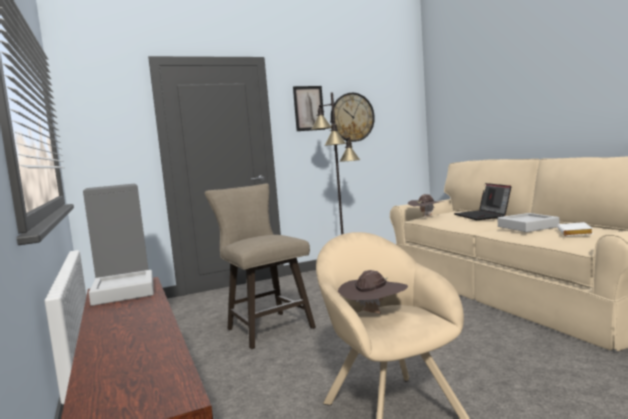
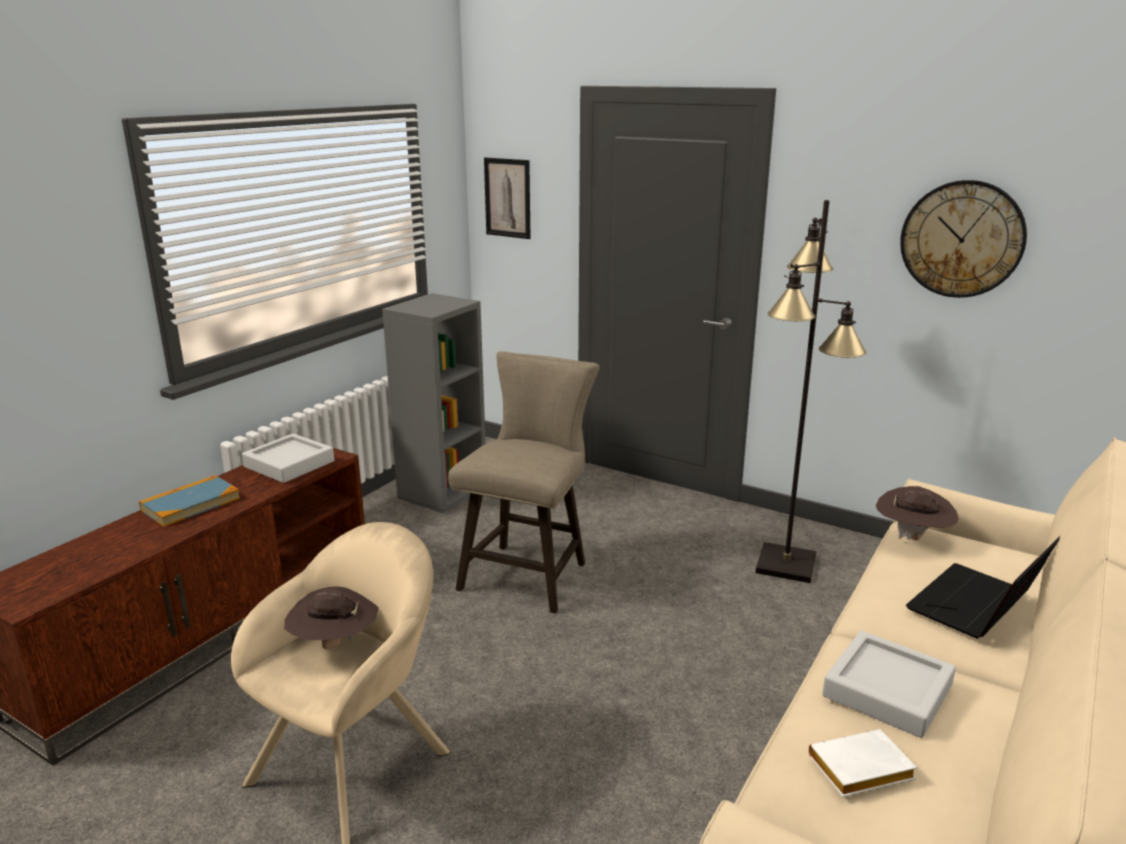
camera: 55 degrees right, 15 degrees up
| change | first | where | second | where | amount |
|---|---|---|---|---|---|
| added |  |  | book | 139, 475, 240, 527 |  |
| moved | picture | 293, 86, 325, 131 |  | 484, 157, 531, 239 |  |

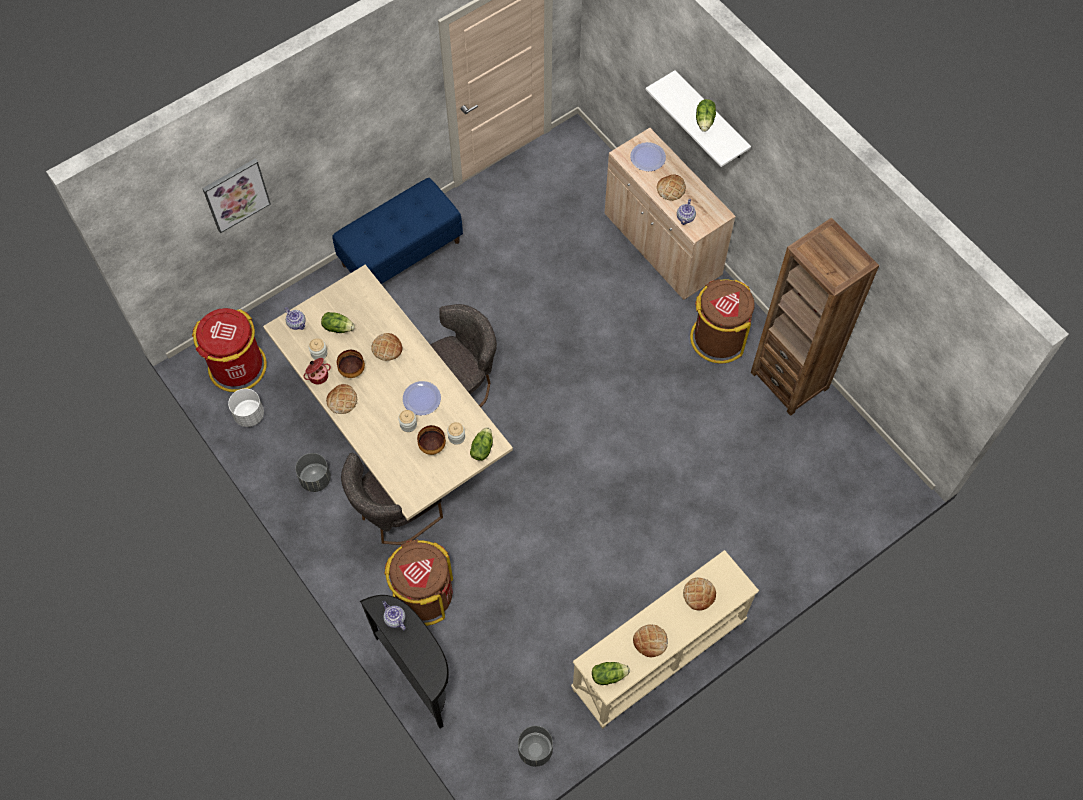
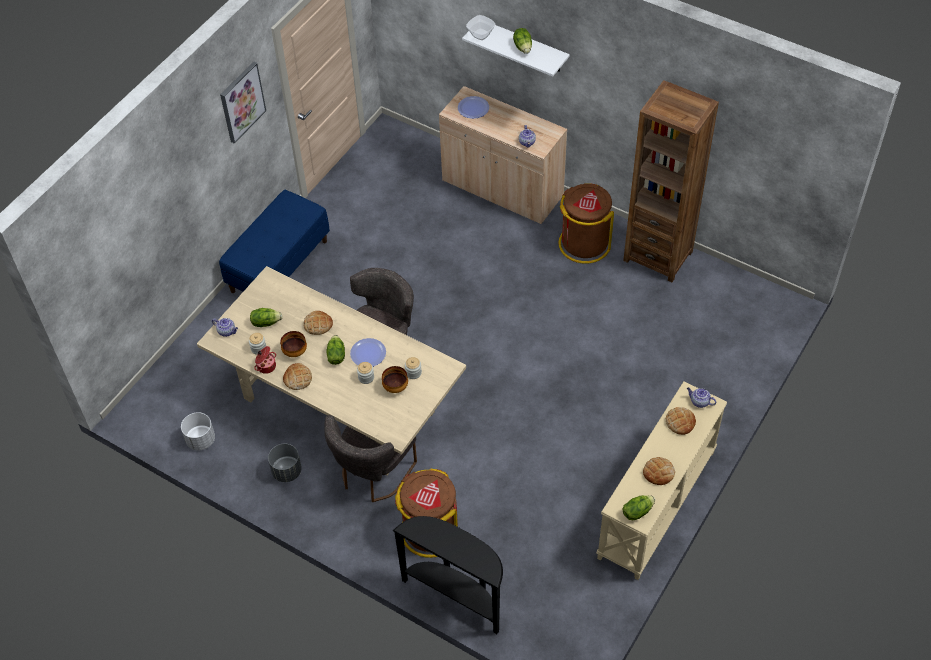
camera: 20 degrees left, 10 degrees down
| change | first | where | second | where | amount |
|---|---|---|---|---|---|
| moved | picture | 202, 159, 271, 233 |  | 220, 62, 266, 144 |  |
| moved | head of lettuce | 470, 427, 493, 461 |  | 326, 335, 345, 365 |  |
| added |  |  | serving bowl | 466, 15, 496, 40 |  |
| moved | tea pot | 382, 601, 406, 630 |  | 687, 387, 716, 408 |  |
| removed | red-coloured waste bin | 192, 308, 267, 392 |  |  |  |
| removed | greyish plant pot | 518, 726, 553, 767 |  |  |  |
| removed | baked bread | 657, 175, 686, 201 |  |  |  |

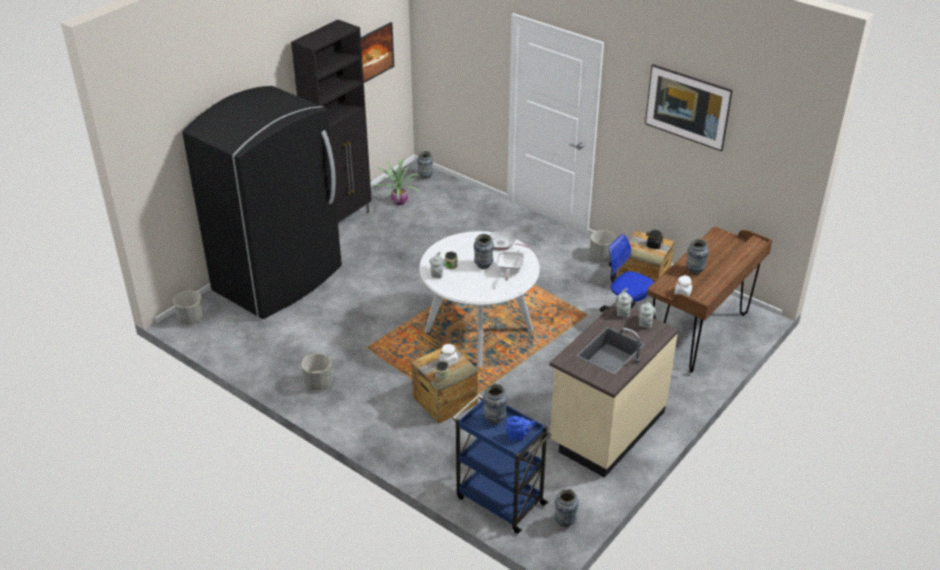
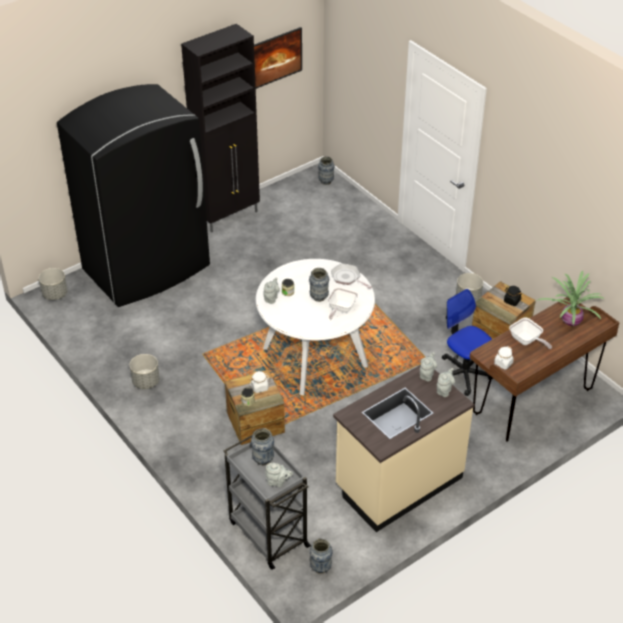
camera: 15 degrees right, 5 degrees up
| change | first | where | second | where | amount |
|---|---|---|---|---|---|
| recoloured | blue-coloured wheeled cart | 452, 394, 552, 534 | greyish wheeled cart | 224, 435, 311, 570 |  |
| recoloured | blue-coloured tea pot | 506, 416, 536, 441 | greyish tea pot | 265, 463, 293, 487 |  |
| replaced | vase | 686, 238, 709, 274 | frying pan | 509, 318, 552, 349 |  |
| moved | potted plant | 371, 158, 420, 205 |  | 536, 271, 605, 326 |  |
| removed | picture | 645, 64, 733, 151 |  |  |  |

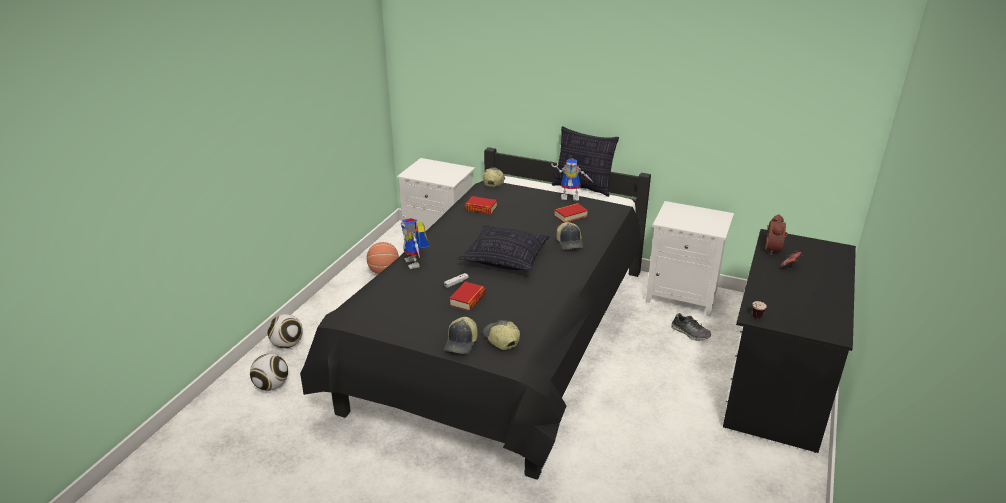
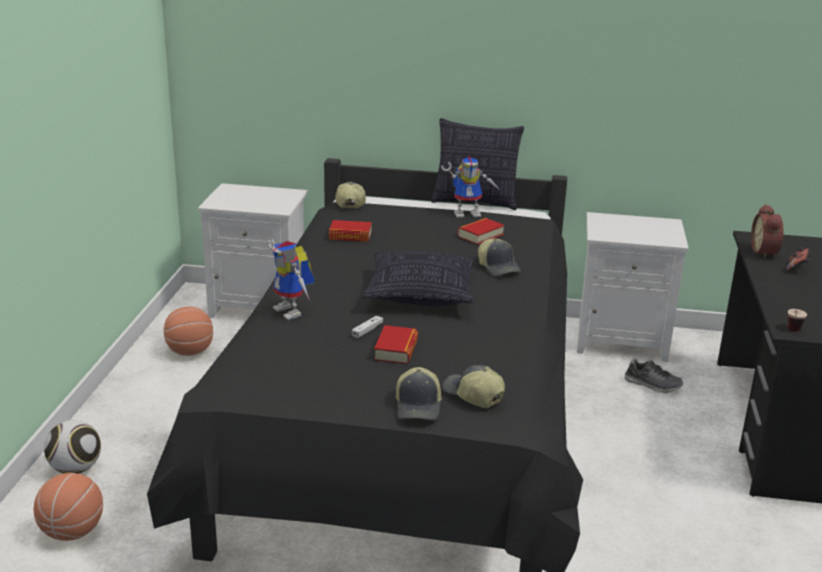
camera: 15 degrees left, 5 degrees down
| change | first | where | second | where | amount |
|---|---|---|---|---|---|
| replaced | football | 250, 354, 288, 391 | basketball | 34, 473, 103, 541 |  |

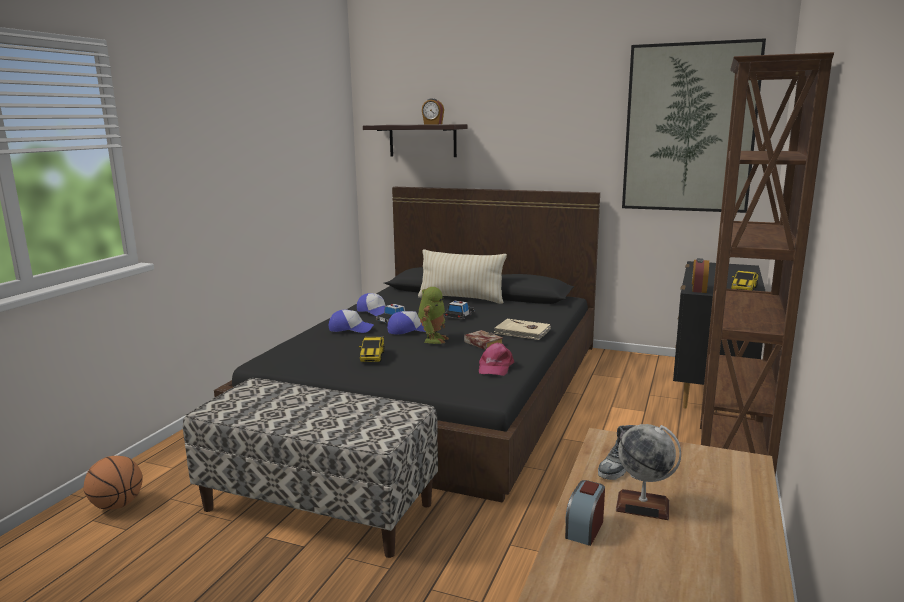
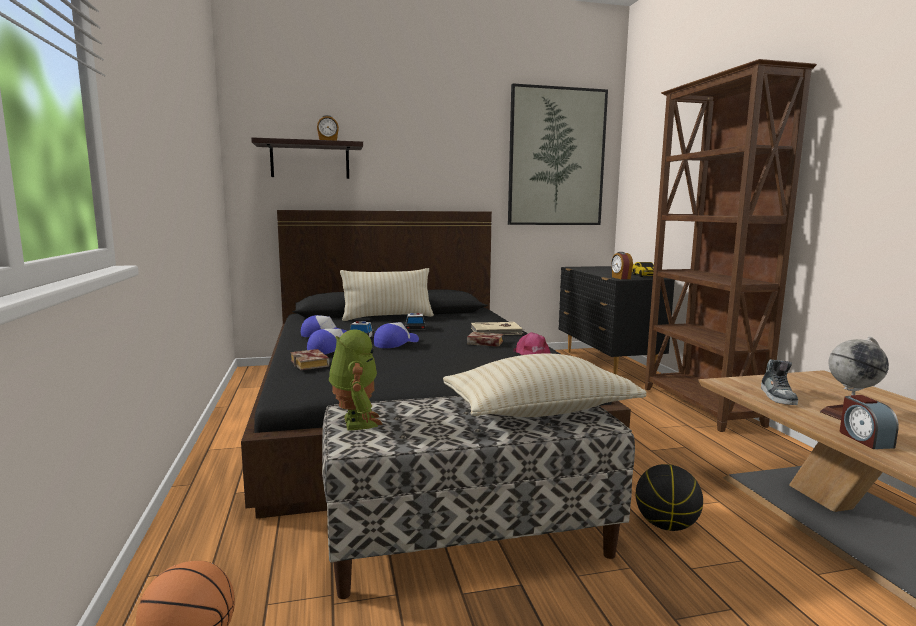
camera: 35 degrees left, 5 degrees down
| change | first | where | second | where | amount |
|---|---|---|---|---|---|
| added |  |  | book | 290, 349, 330, 370 |  |
| moved | model robot | 418, 287, 449, 344 |  | 329, 330, 383, 431 |  |
| added |  |  | beige cushion | 443, 353, 647, 417 |  |
| added |  |  | basketball | 636, 464, 703, 531 |  |
| removed | toy car | 359, 337, 385, 362 |  |  |  |

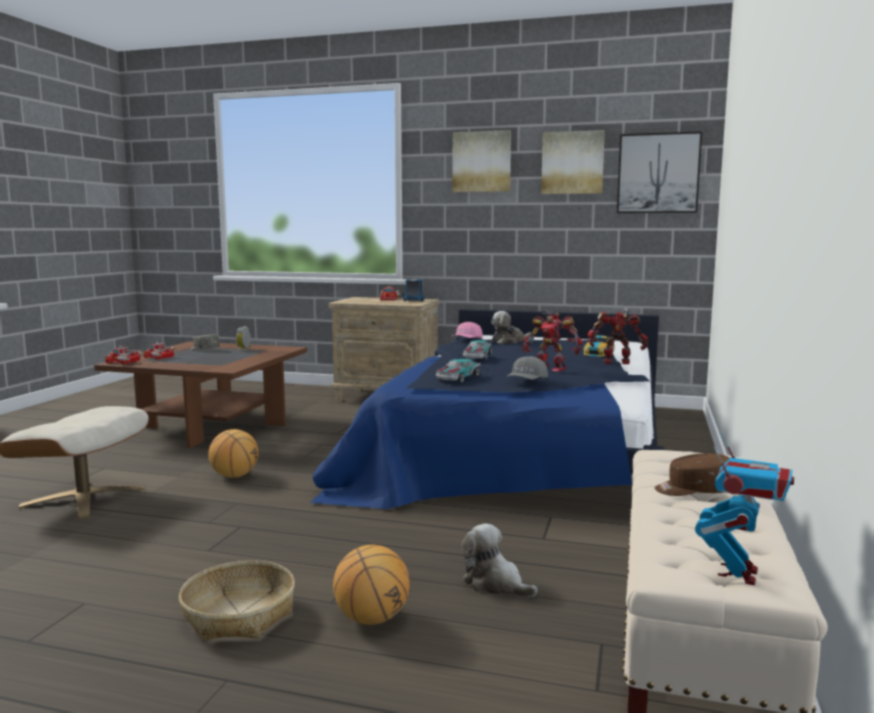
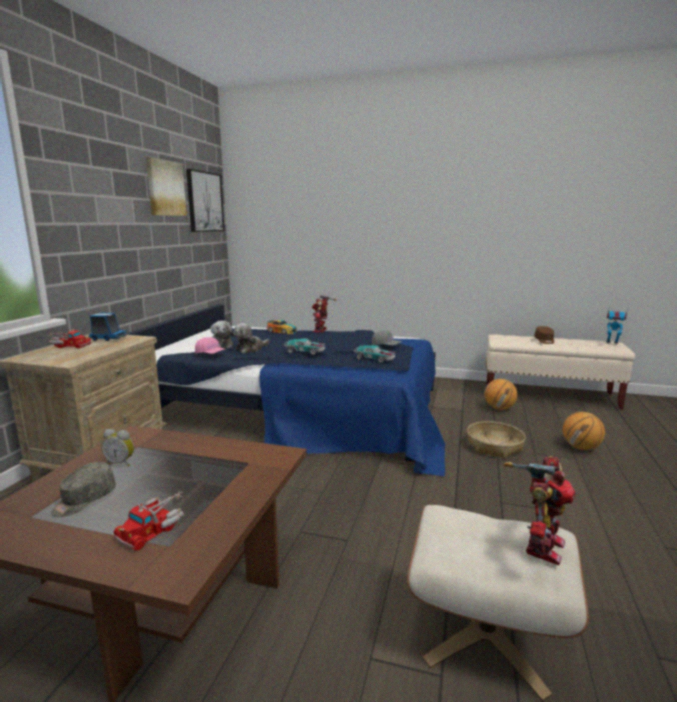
camera: 90 degrees left, 5 degrees up
| change | first | where | second | where | amount |
|---|---|---|---|---|---|
| moved | plush toy | 461, 523, 538, 598 |  | 234, 323, 269, 353 |  |
| moved | storage basket | 179, 561, 295, 640 |  | 467, 421, 525, 459 |  |
| moved | basketball | 208, 429, 259, 478 |  | 485, 379, 518, 410 |  |
| moved | model robot | 522, 310, 583, 372 |  | 503, 456, 575, 565 |  |
| removed | toy truck | 105, 345, 144, 364 |  |  |  |
| removed | picture | 452, 130, 511, 192 |  |  |  |

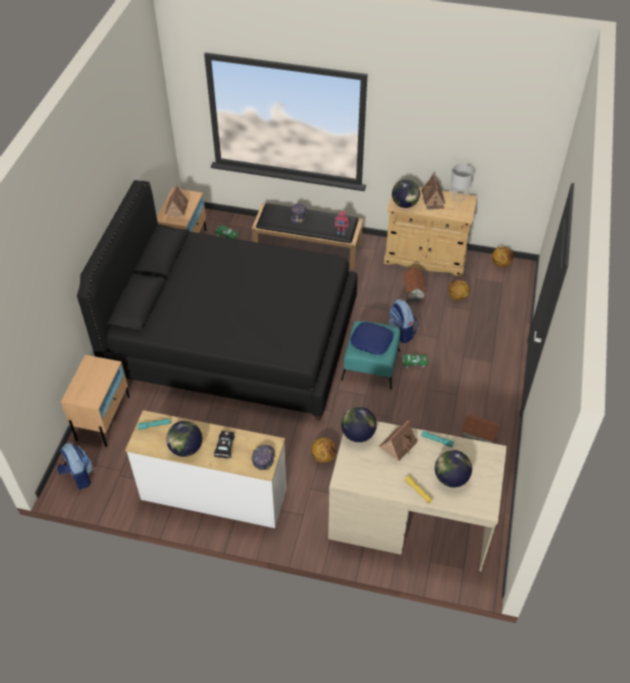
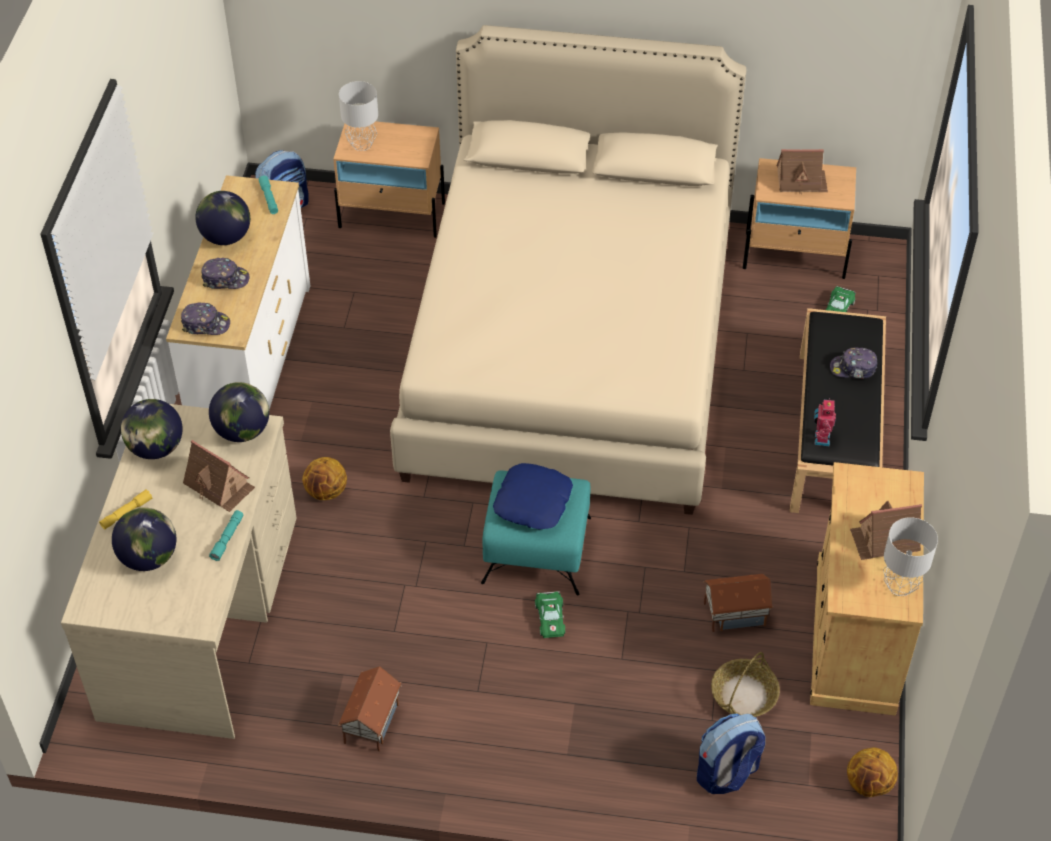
camera: 85 degrees right, 0 degrees up
| change | first | where | second | where | amount |
|---|---|---|---|---|---|
| moved | desk globe | 392, 180, 420, 208 |  | 121, 399, 183, 459 |  |
| replaced | black-coloured toy car | 214, 431, 235, 459 | peaked cap | 201, 258, 249, 289 |  |
| added |  |  | greyish tabletop lamp | 339, 81, 378, 151 |  |
| recoloured | black-coloured sleeping bed | 77, 180, 358, 421 | beige sleeping bed | 390, 25, 746, 515 |  |
| moved | backpack | 388, 299, 418, 343 |  | 697, 713, 765, 794 |  |
| replaced | basketball | 448, 280, 470, 301 | storage basket | 711, 652, 780, 717 |  |

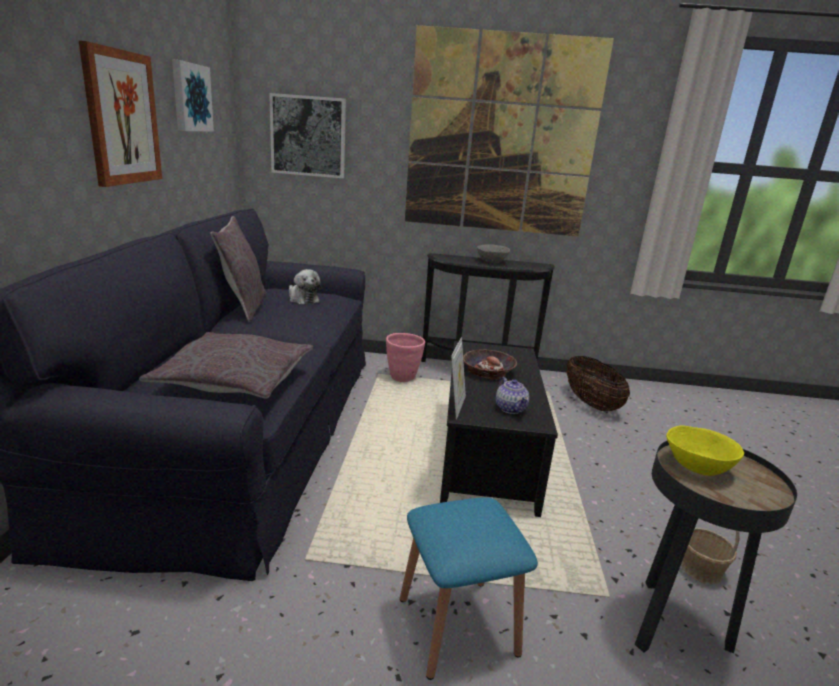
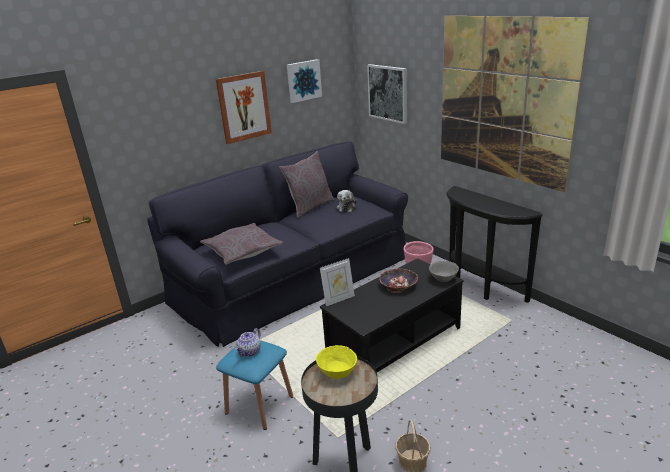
camera: 50 degrees right, 5 degrees up
| change | first | where | second | where | amount |
|---|---|---|---|---|---|
| moved | tea pot | 496, 377, 529, 414 |  | 235, 328, 261, 357 |  |
| moved | greyish serving bowl | 477, 244, 510, 263 |  | 429, 261, 459, 282 |  |
| removed | storage basket | 566, 356, 630, 412 |  |  |  |

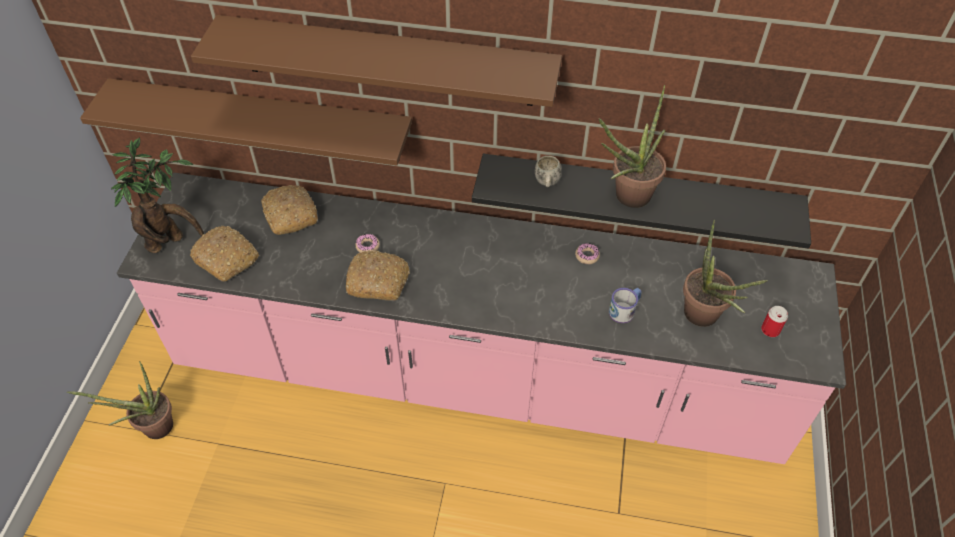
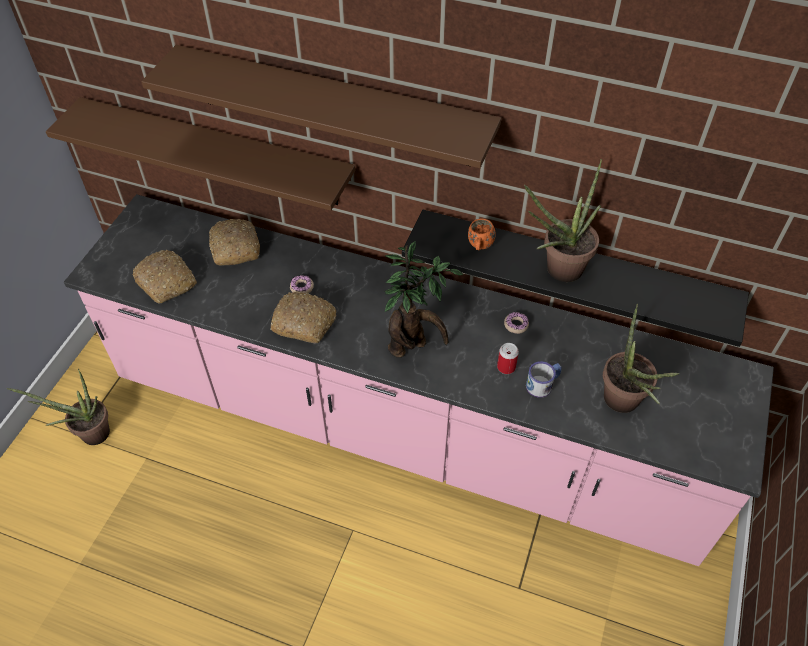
camera: 10 degrees right, 0 degrees up
| change | first | where | second | where | amount |
|---|---|---|---|---|---|
| moved | potted plant | 111, 138, 204, 253 |  | 384, 241, 463, 358 |  |
| recoloured | white-coloured tea mug | 535, 156, 562, 187 | orangey tea mug | 468, 219, 496, 250 |  |
| moved | can | 761, 306, 788, 337 |  | 497, 343, 519, 374 |  |

